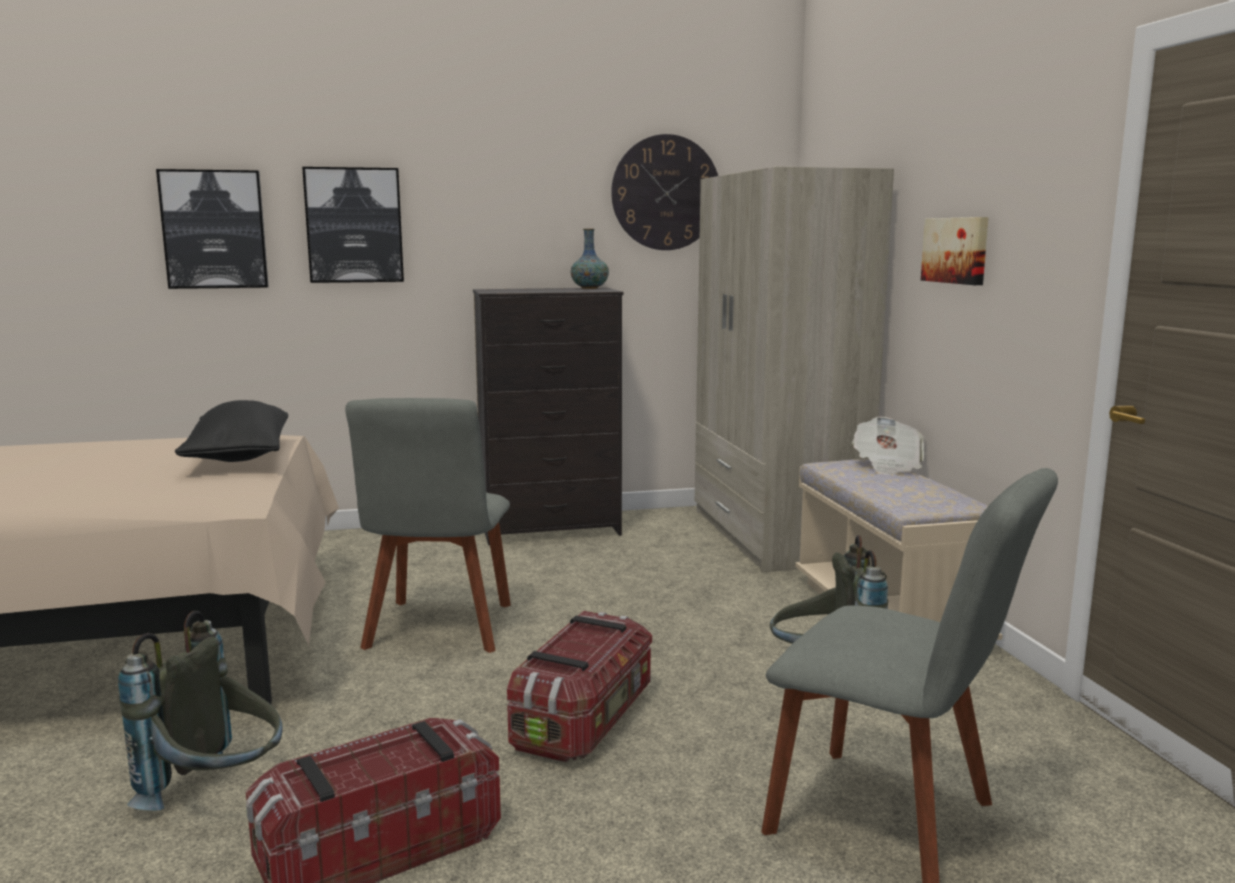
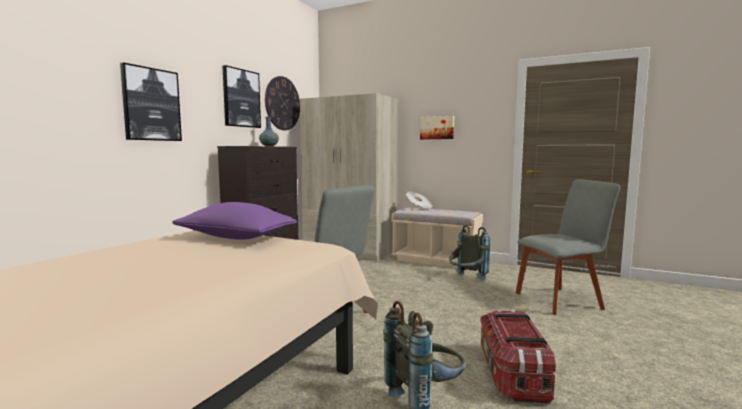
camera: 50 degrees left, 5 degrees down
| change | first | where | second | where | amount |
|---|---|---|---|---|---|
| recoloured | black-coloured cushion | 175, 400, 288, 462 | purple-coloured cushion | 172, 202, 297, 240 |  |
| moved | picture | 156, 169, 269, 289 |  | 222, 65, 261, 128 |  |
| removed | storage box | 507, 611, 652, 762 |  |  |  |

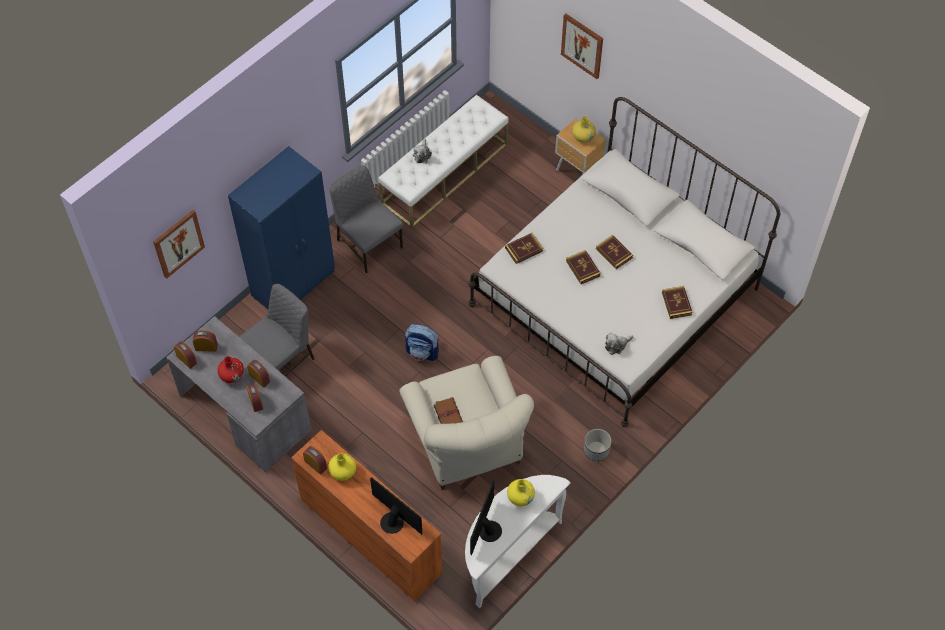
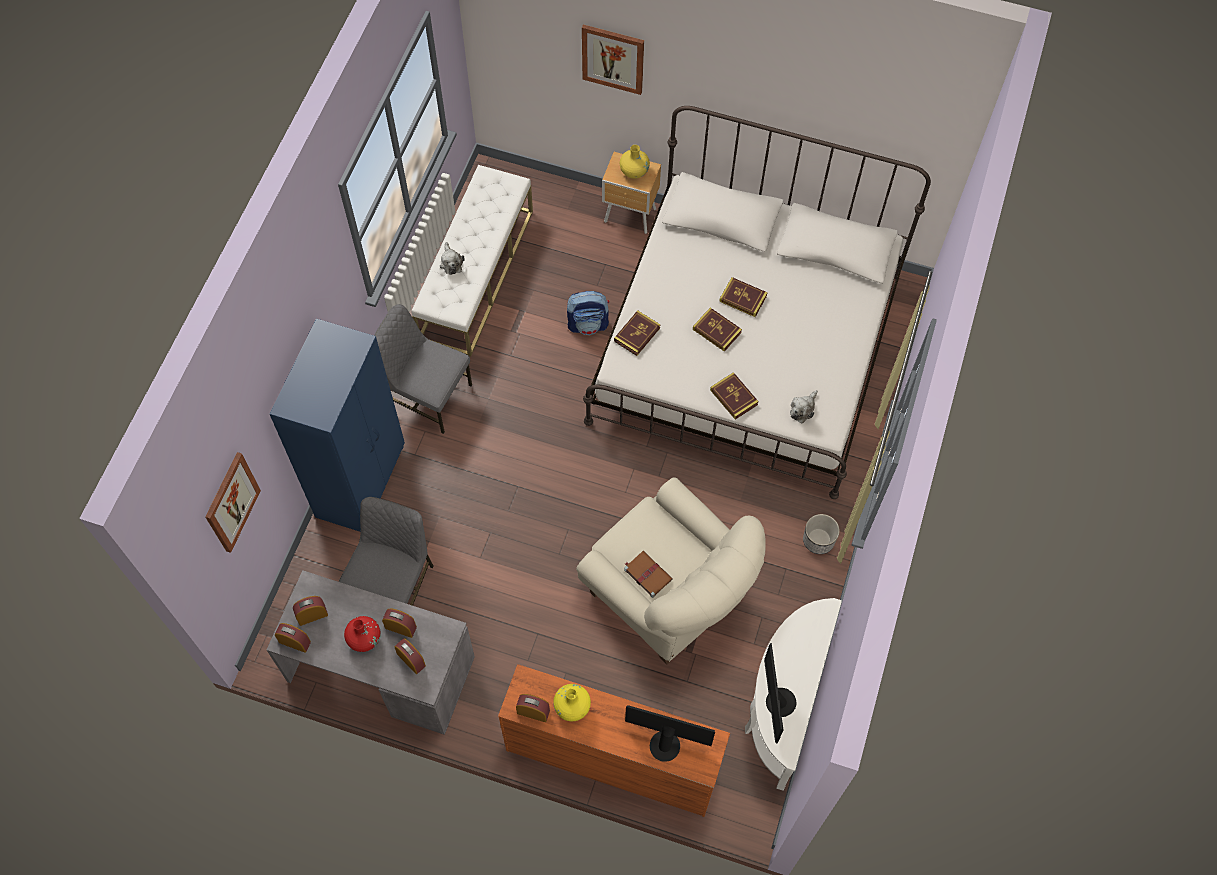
camera: 25 degrees left, 5 degrees up
| change | first | where | second | where | amount |
|---|---|---|---|---|---|
| moved | backpack | 405, 324, 439, 361 |  | 567, 291, 609, 335 |  |
| moved | book | 662, 286, 692, 319 |  | 710, 372, 759, 420 |  |
| removed | yellow-coloured vase | 507, 479, 535, 506 |  |  |  |

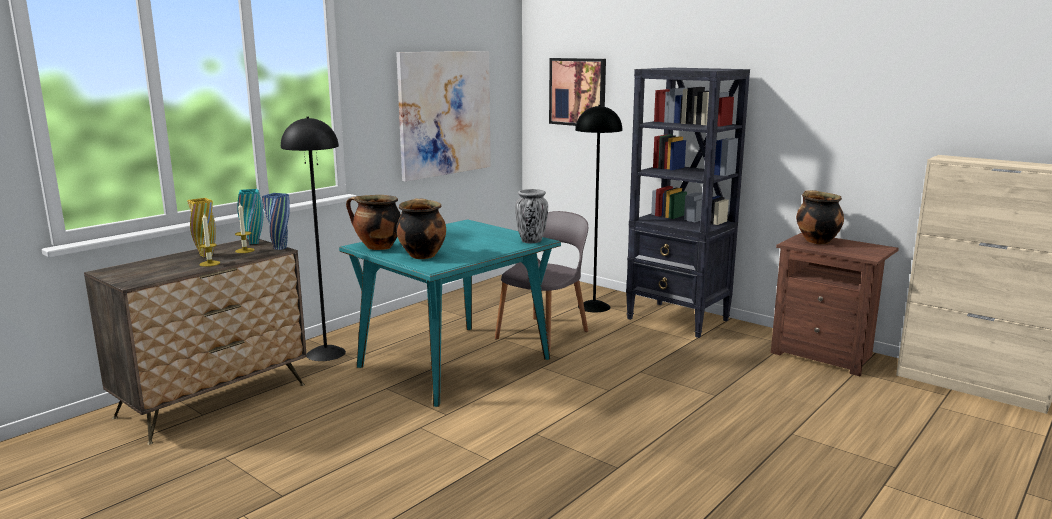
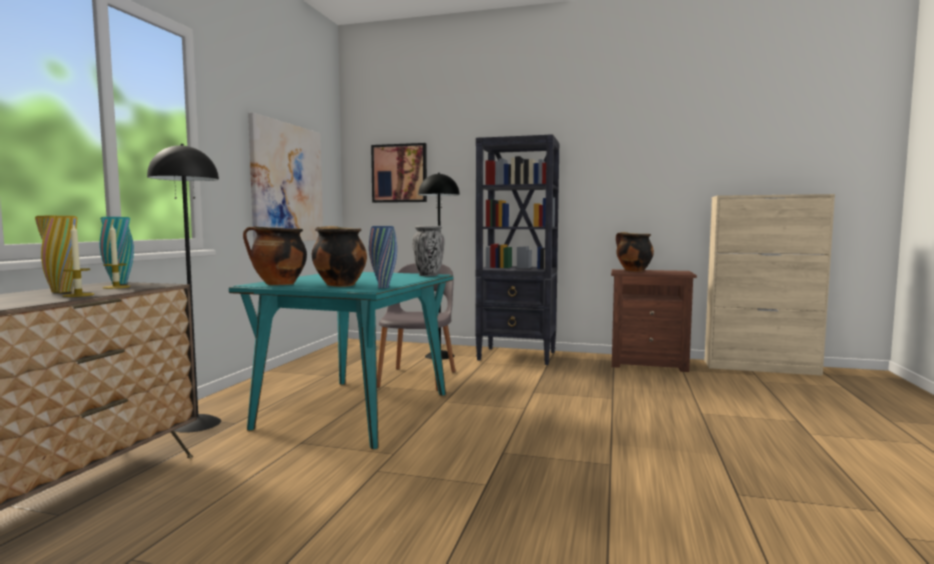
camera: 25 degrees left, 10 degrees down
| change | first | where | second | where | amount |
|---|---|---|---|---|---|
| moved | blue-coloured vase | 262, 193, 290, 250 |  | 369, 226, 397, 288 |  |

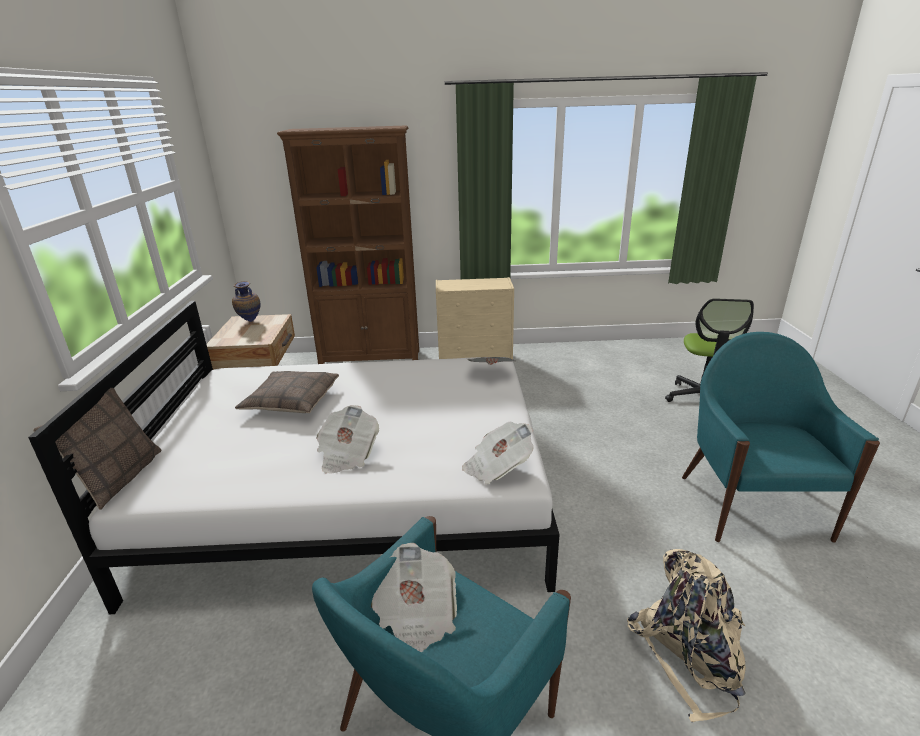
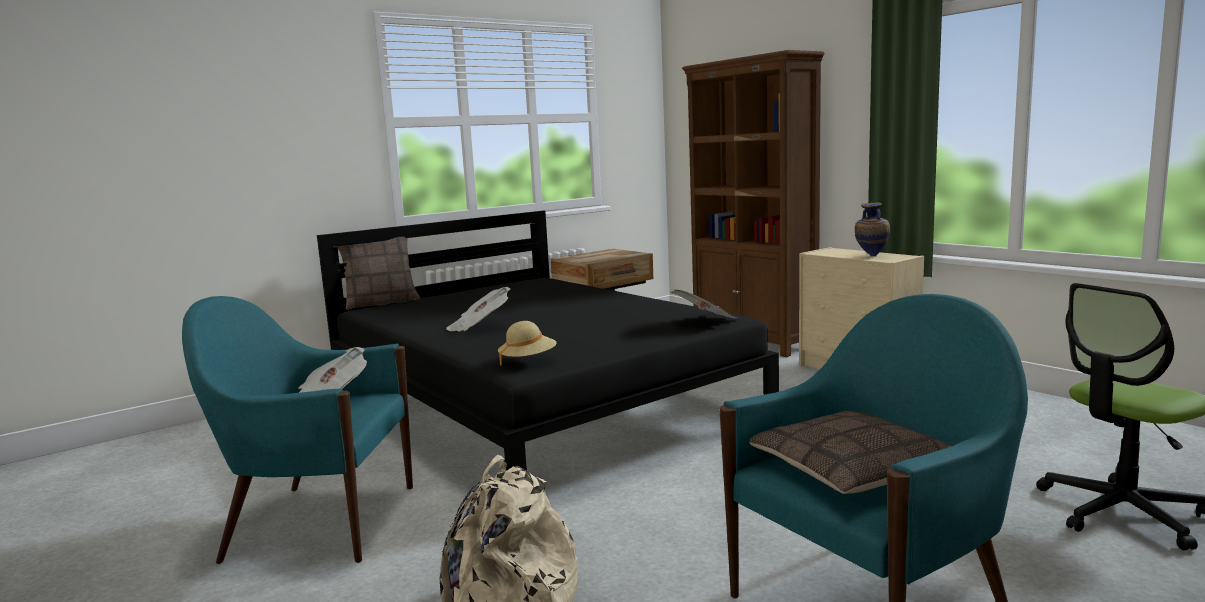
camera: 55 degrees right, 15 degrees down
| change | first | where | second | where | amount |
|---|---|---|---|---|---|
| recoloured | white-coloured sleeping bed | 28, 301, 560, 614 | black-coloured sleeping bed | 317, 211, 779, 471 |  |
| replaced | printed paper | 462, 421, 534, 485 | beige wearable hat | 498, 321, 557, 365 |  |
| moved | cushion | 235, 371, 339, 413 |  | 750, 411, 951, 494 |  |
| moved | vase | 232, 281, 261, 322 |  | 855, 202, 890, 256 |  |

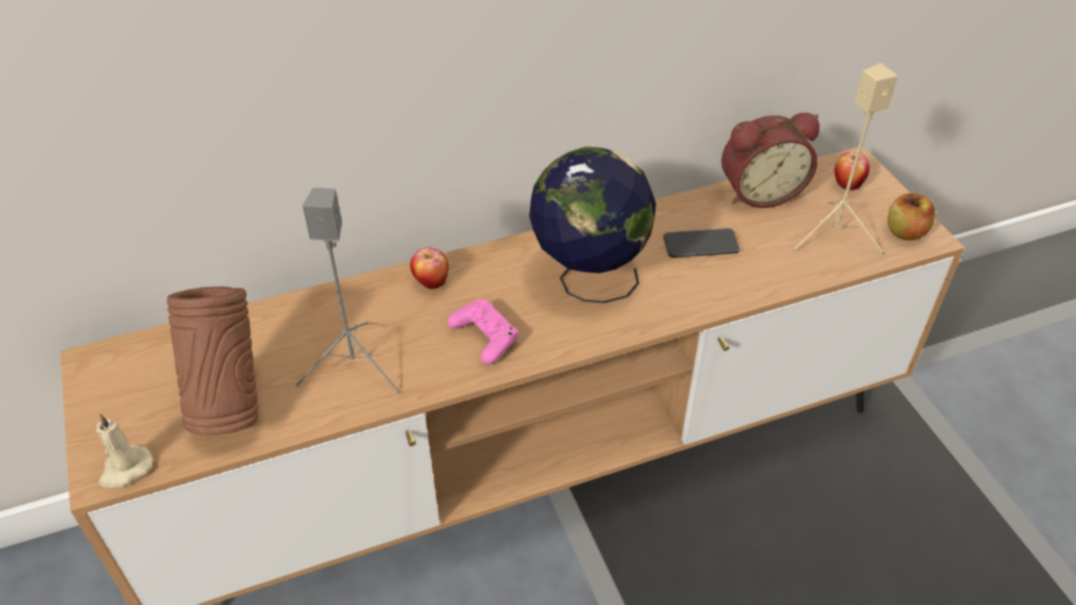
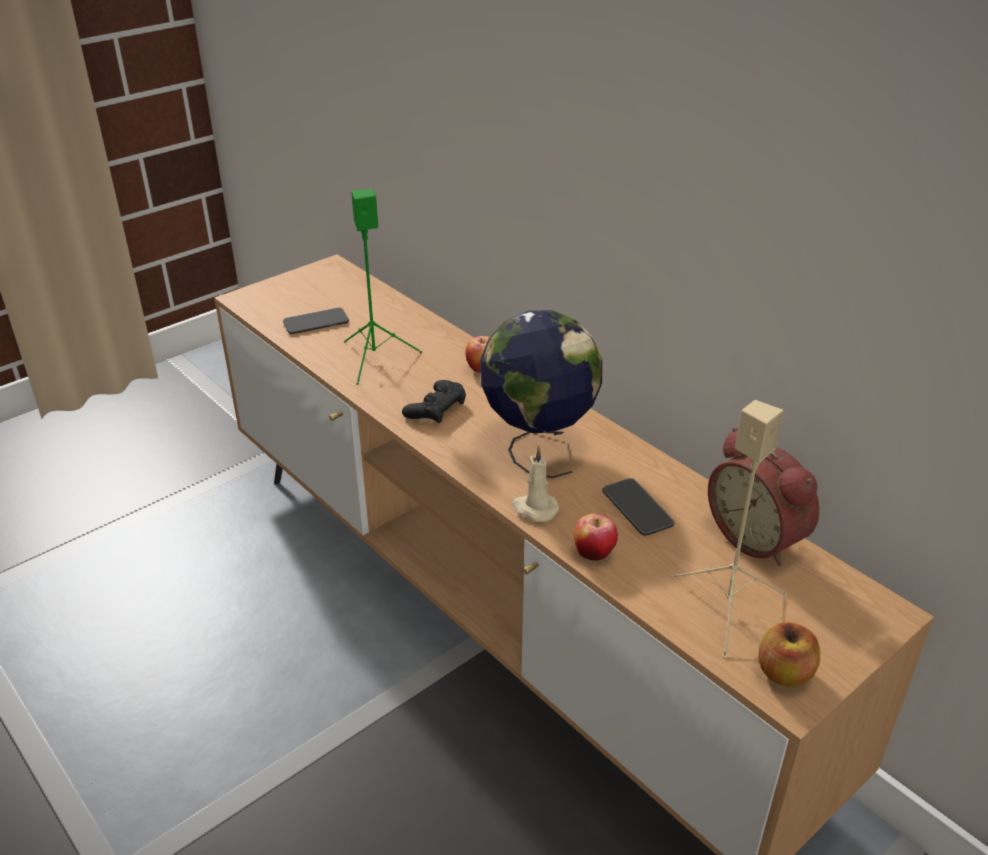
camera: 70 degrees right, 10 degrees down
| change | first | where | second | where | amount |
|---|---|---|---|---|---|
| replaced | brown vase | 167, 286, 258, 435 | handset | 283, 308, 349, 334 |  |
| recoloured | greyish speaker | 296, 188, 400, 394 | green speaker | 344, 189, 422, 385 |  |
| recoloured | pink-coloured game controller | 448, 299, 519, 364 | black-coloured game controller | 402, 380, 466, 424 |  |
| moved | beige candle | 96, 413, 153, 488 |  | 512, 446, 559, 522 |  |
| moved | whole apple | 835, 152, 870, 190 |  | 574, 514, 618, 561 |  |

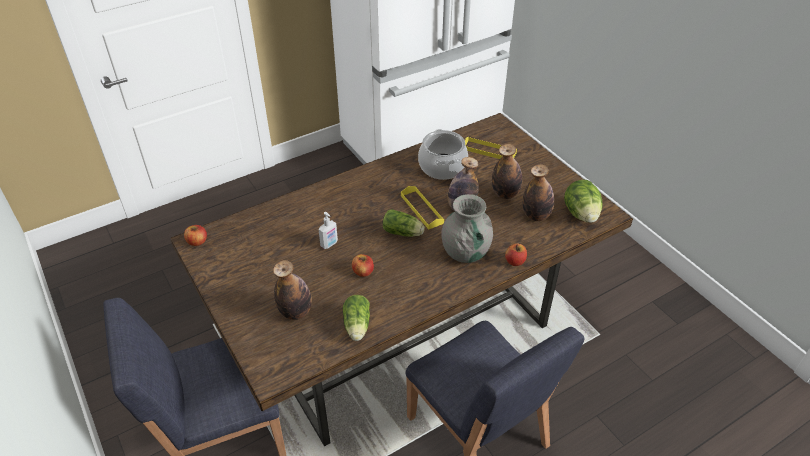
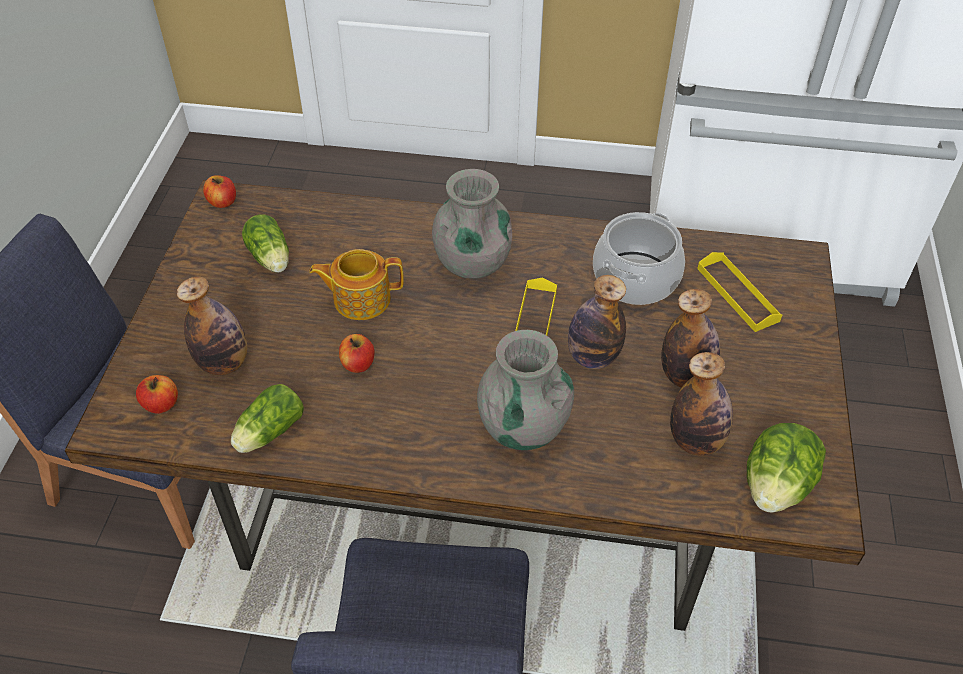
camera: 40 degrees right, 5 degrees up
| change | first | where | second | where | amount |
|---|---|---|---|---|---|
| moved | whole apple | 505, 244, 527, 266 |  | 136, 375, 178, 414 |  |
| moved | head of lettuce | 383, 209, 425, 237 |  | 242, 214, 289, 273 |  |
| replaced | soap bottle | 318, 212, 338, 249 | tea pot | 309, 249, 404, 320 |  |
| added |  |  | greyish vase | 432, 169, 512, 279 |  |

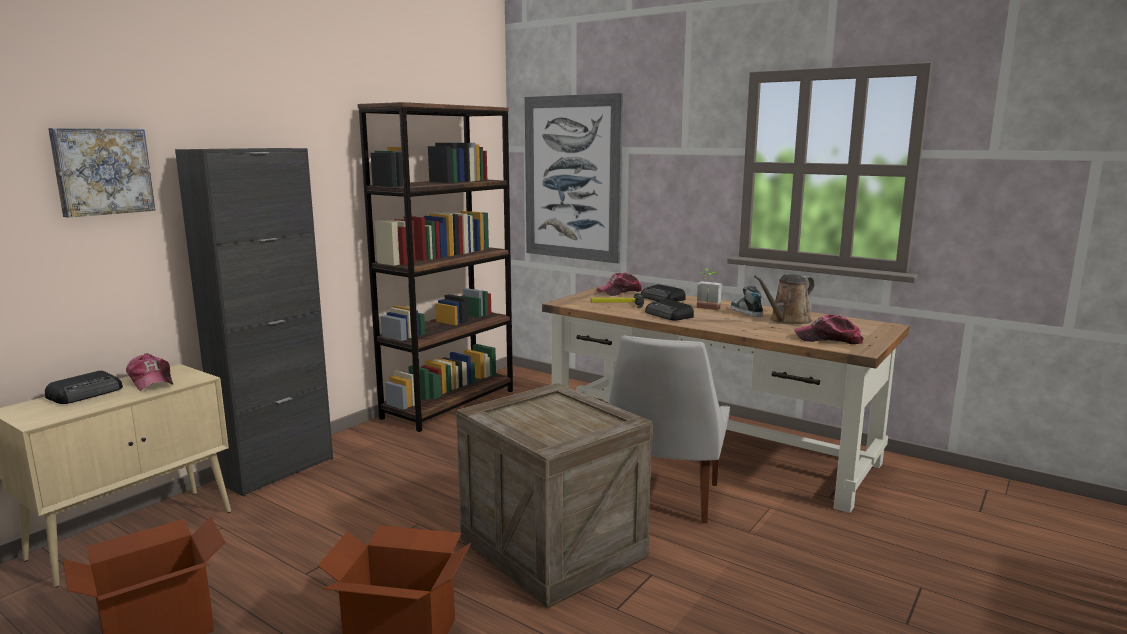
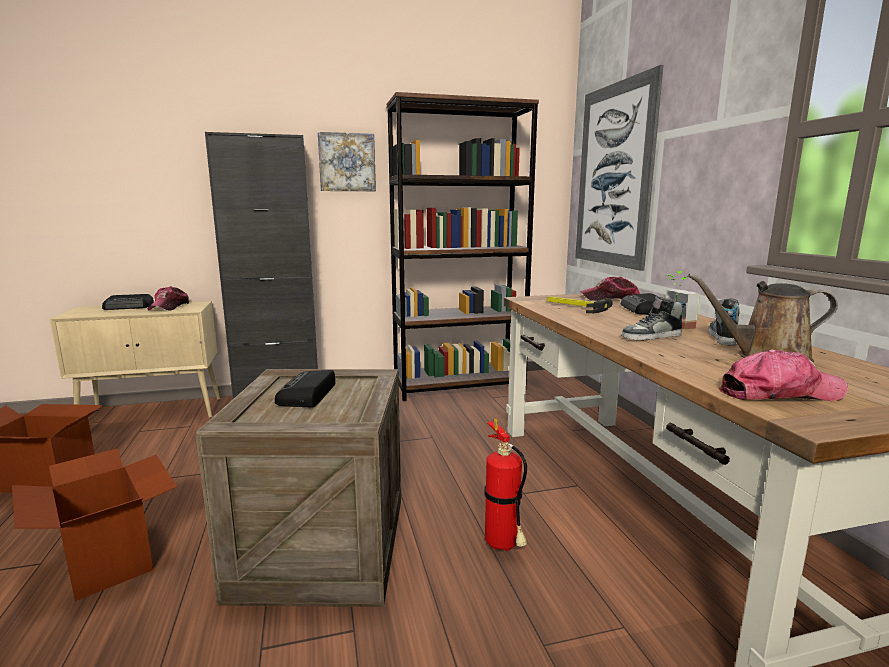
camera: 40 degrees right, 0 degrees up
| change | first | where | second | where | amount |
|---|---|---|---|---|---|
| moved | radio set | 645, 299, 694, 321 |  | 275, 370, 335, 408 |  |
| moved | picture | 48, 128, 155, 218 |  | 318, 132, 376, 191 |  |
| replaced | white-coloured chair | 608, 336, 730, 524 | extinguisher | 484, 418, 527, 551 |  |
| added |  |  | low shoe | 621, 296, 686, 340 |  |
| turned | peaked cap | 794, 315, 864, 344 |  | 719, 349, 848, 401 | 120 degrees clockwise |

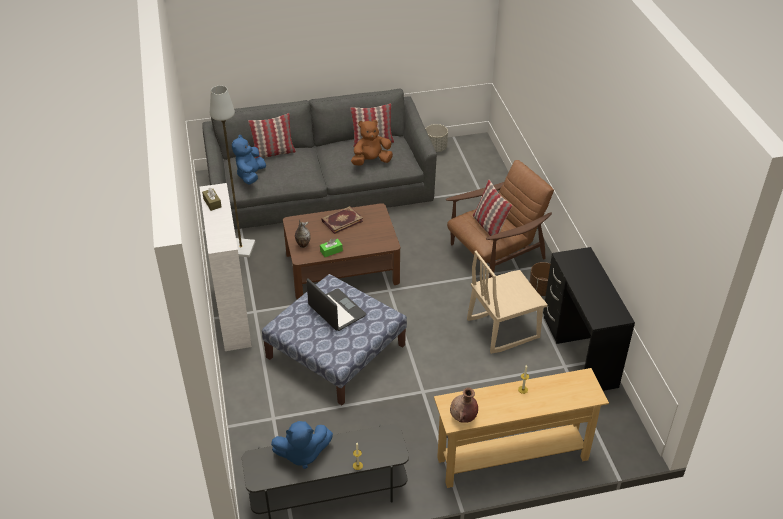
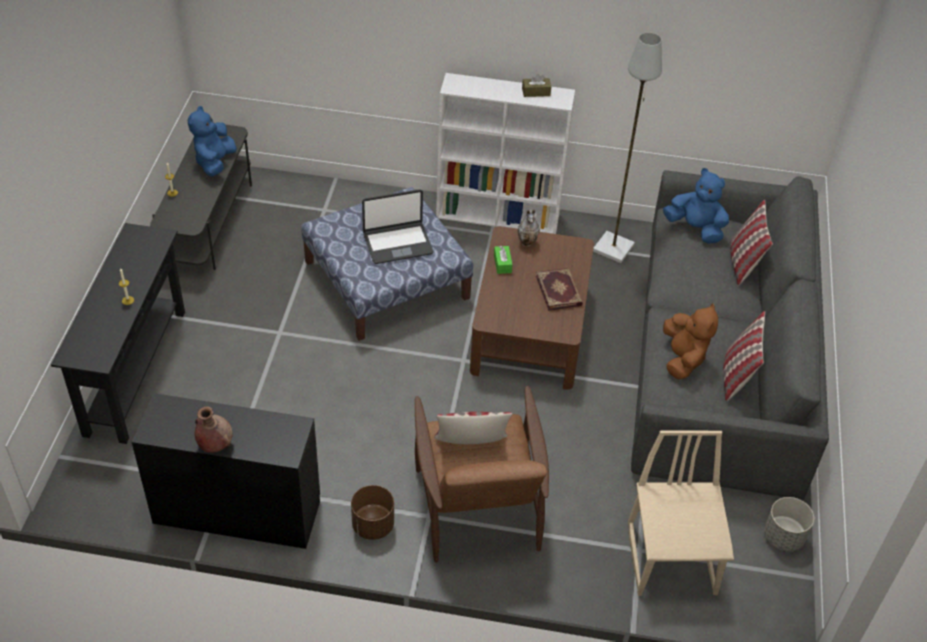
camera: 110 degrees right, 5 degrees up
| change | first | where | second | where | amount |
|---|---|---|---|---|---|
| recoloured | beige narrow table | 434, 368, 609, 488 | black-coloured narrow table | 51, 223, 185, 444 |  |
| moved | brown vase | 450, 387, 478, 423 |  | 194, 407, 233, 453 |  |
| moved | beige chair | 467, 251, 548, 354 |  | 628, 431, 734, 596 |  |

